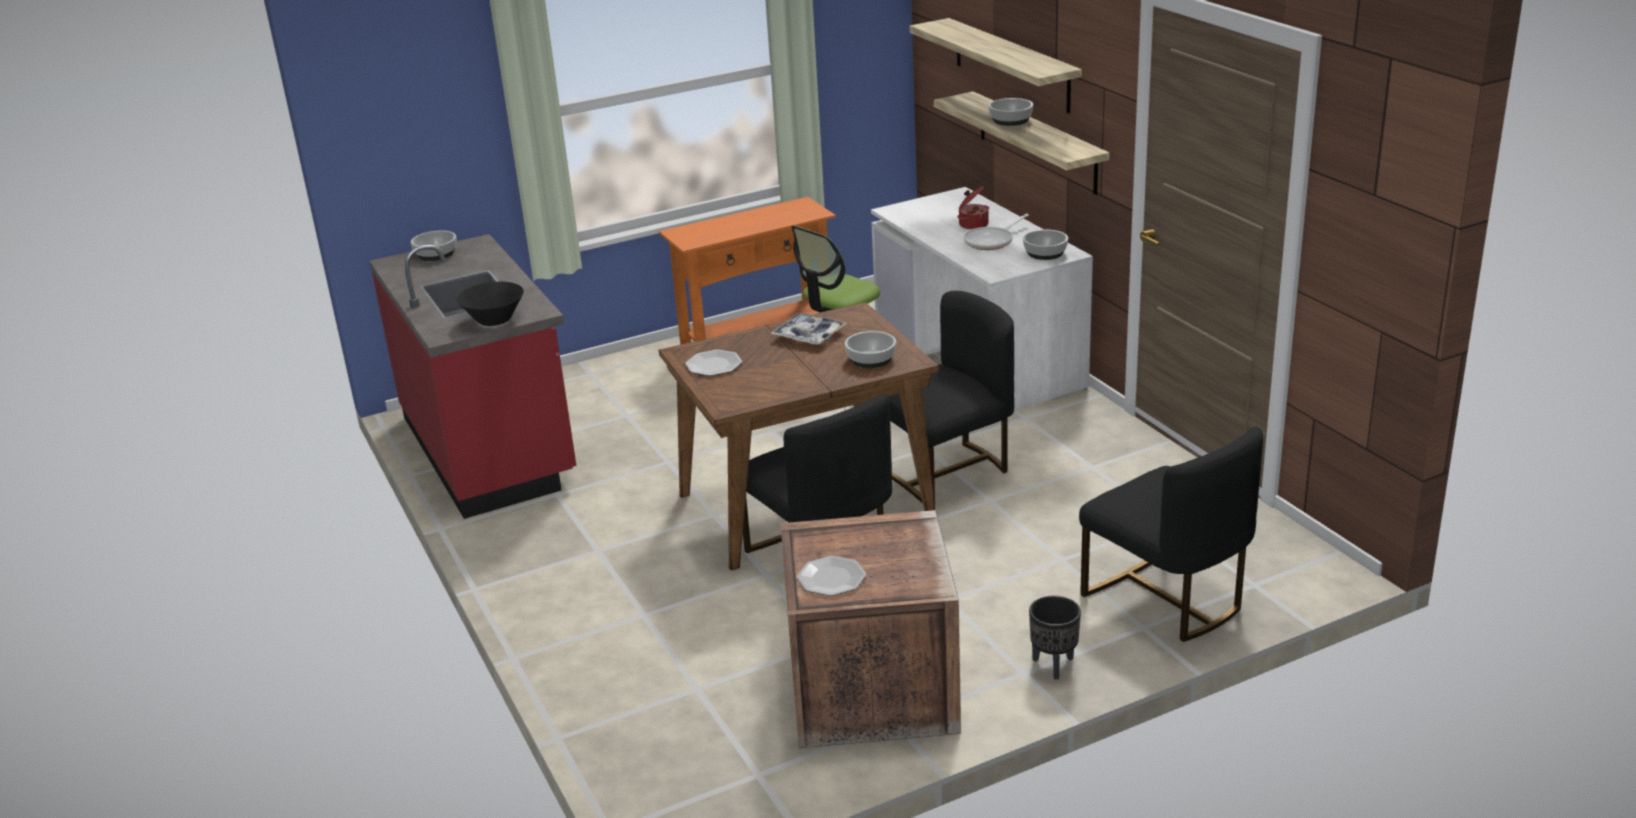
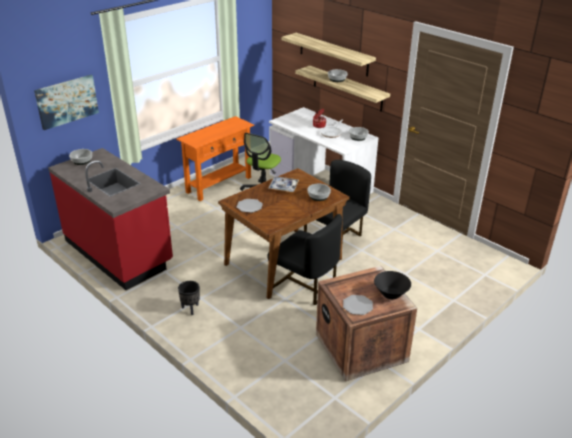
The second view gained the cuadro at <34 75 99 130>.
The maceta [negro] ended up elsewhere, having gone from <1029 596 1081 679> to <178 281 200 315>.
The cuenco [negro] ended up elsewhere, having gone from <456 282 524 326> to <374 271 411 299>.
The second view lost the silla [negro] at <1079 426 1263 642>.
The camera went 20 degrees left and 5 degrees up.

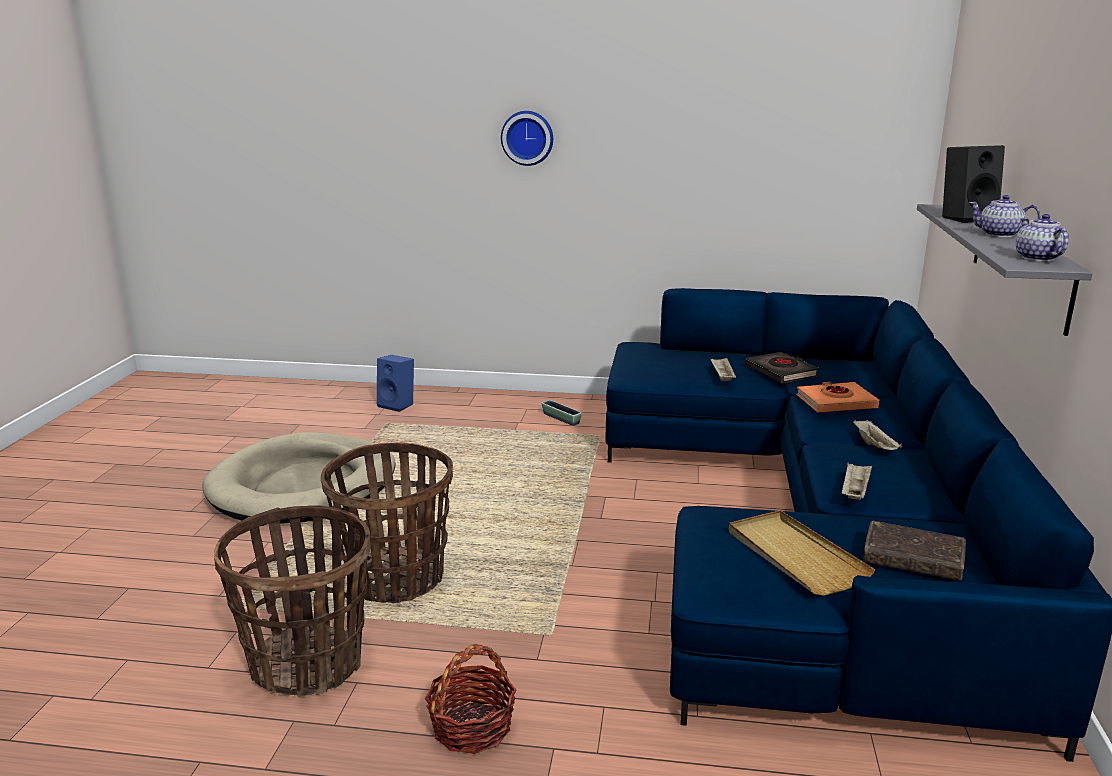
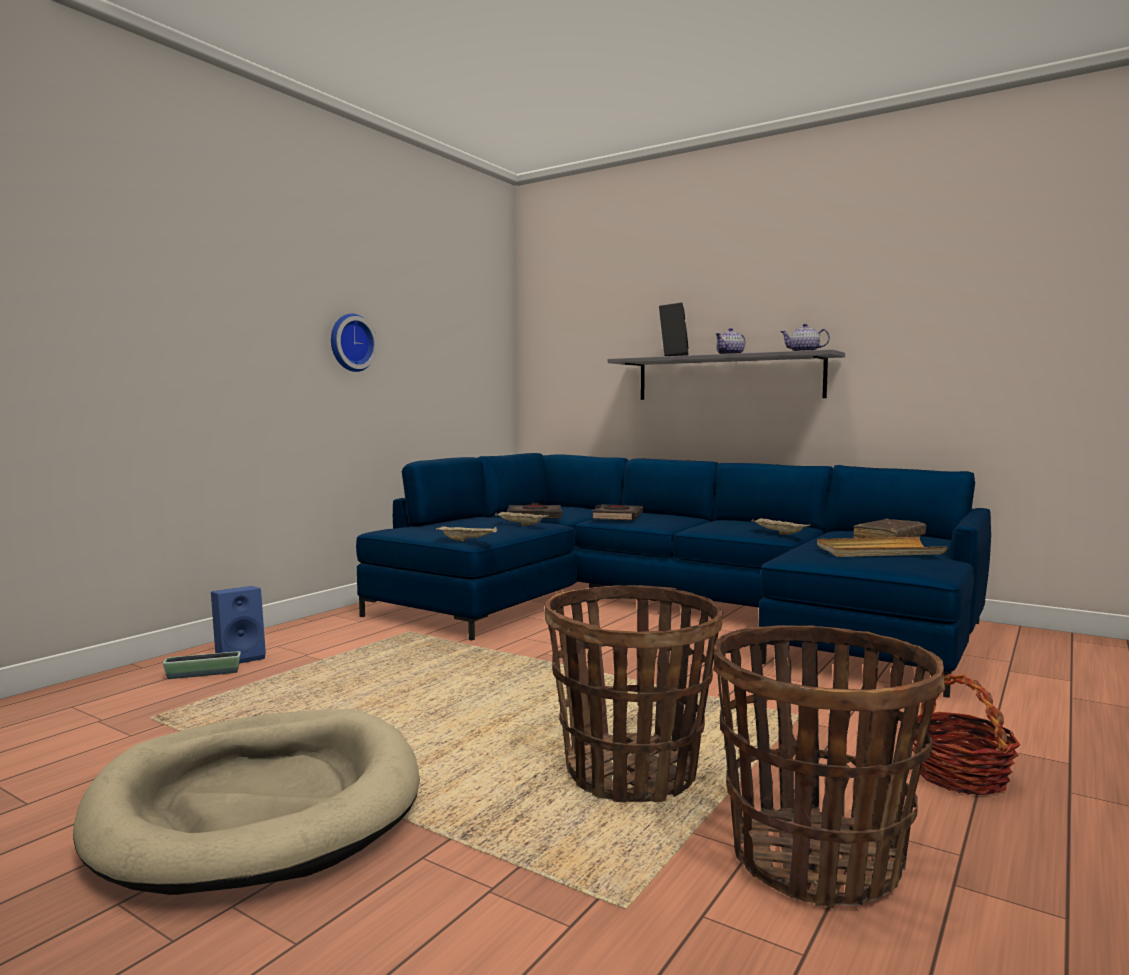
The maceta ended up elsewhere, having gone from <541 400 582 426> to <163 651 241 679>.
The altavoz [azul] ended up elsewhere, having gone from <377 355 414 412> to <211 586 266 664>.
The reloj de pared ended up elsewhere, having gone from <501 111 553 166> to <331 313 378 372>.
The bandeja [beis] ended up elsewhere, having gone from <853 420 902 450> to <436 526 498 541>.
What was the libro [naranja] at <796 382 879 413> turned into the libro [negro] at <591 504 643 520>.
The camera went 65 degrees left and 15 degrees down.

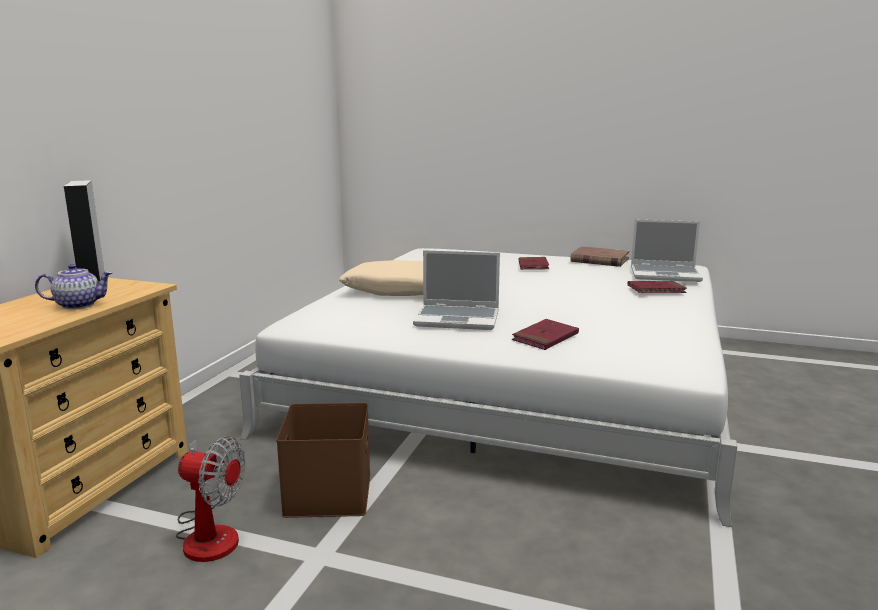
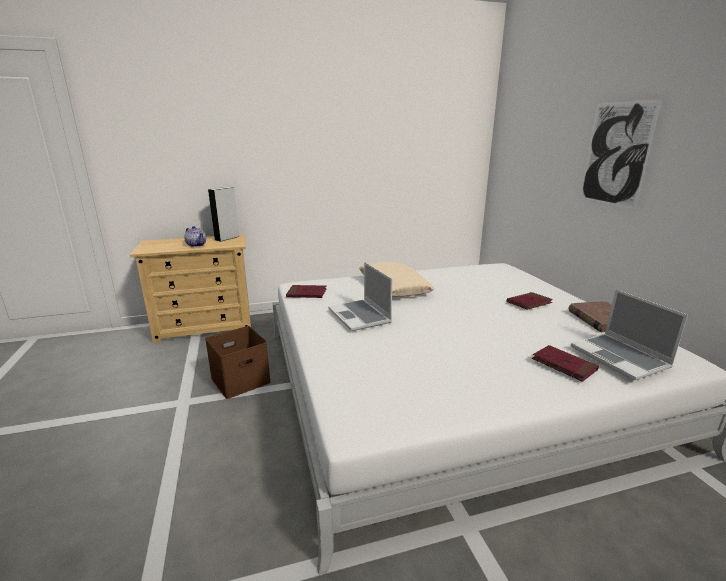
The libro [rojo] ended up elsewhere, having gone from <512 319 579 350> to <286 285 327 298>.
The second view gained the cuadro at <580 99 662 210>.
The second view lost the ventilador at <176 436 245 562>.
The camera went 55 degrees right and 5 degrees up.

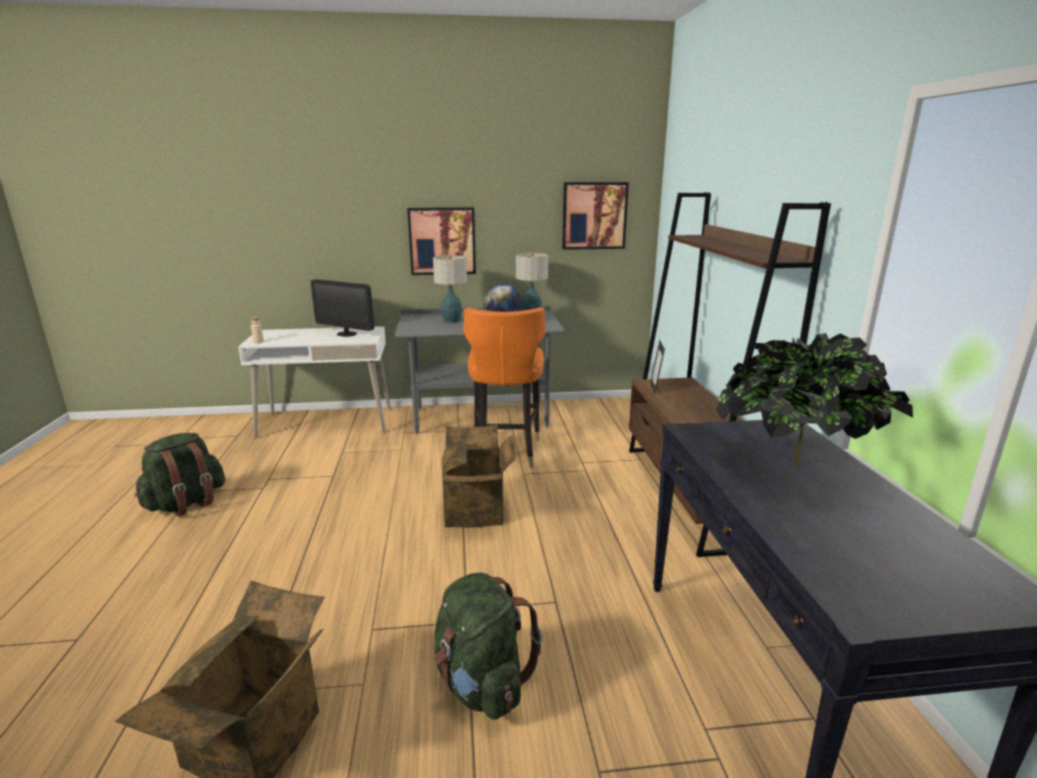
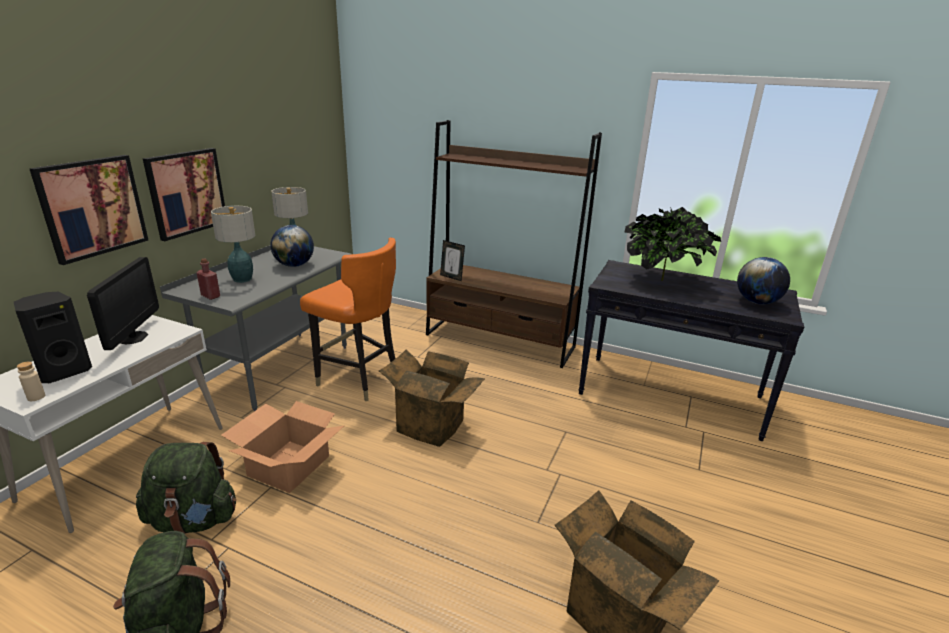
The second view gained the altavoz [negro] at <14 292 92 383>.
The cuadro ended up elsewhere, having gone from <562 182 629 250> to <29 155 148 265>.
The monitor at <311 279 374 337> ended up facing another way, 60 degrees counterclockwise from before.
The mochila [verde] ended up elsewhere, having gone from <433 573 543 720> to <136 442 236 533>.
The second view gained the botella [rojo] at <197 258 220 300>.
The second view gained the caja de cartón at <221 401 344 493>.
The second view gained the globo terráqueo at <737 257 790 304>.
The camera went 60 degrees left and 5 degrees up.

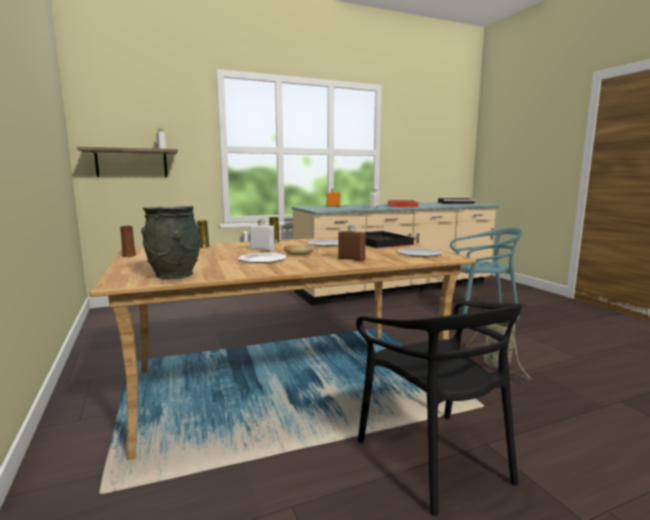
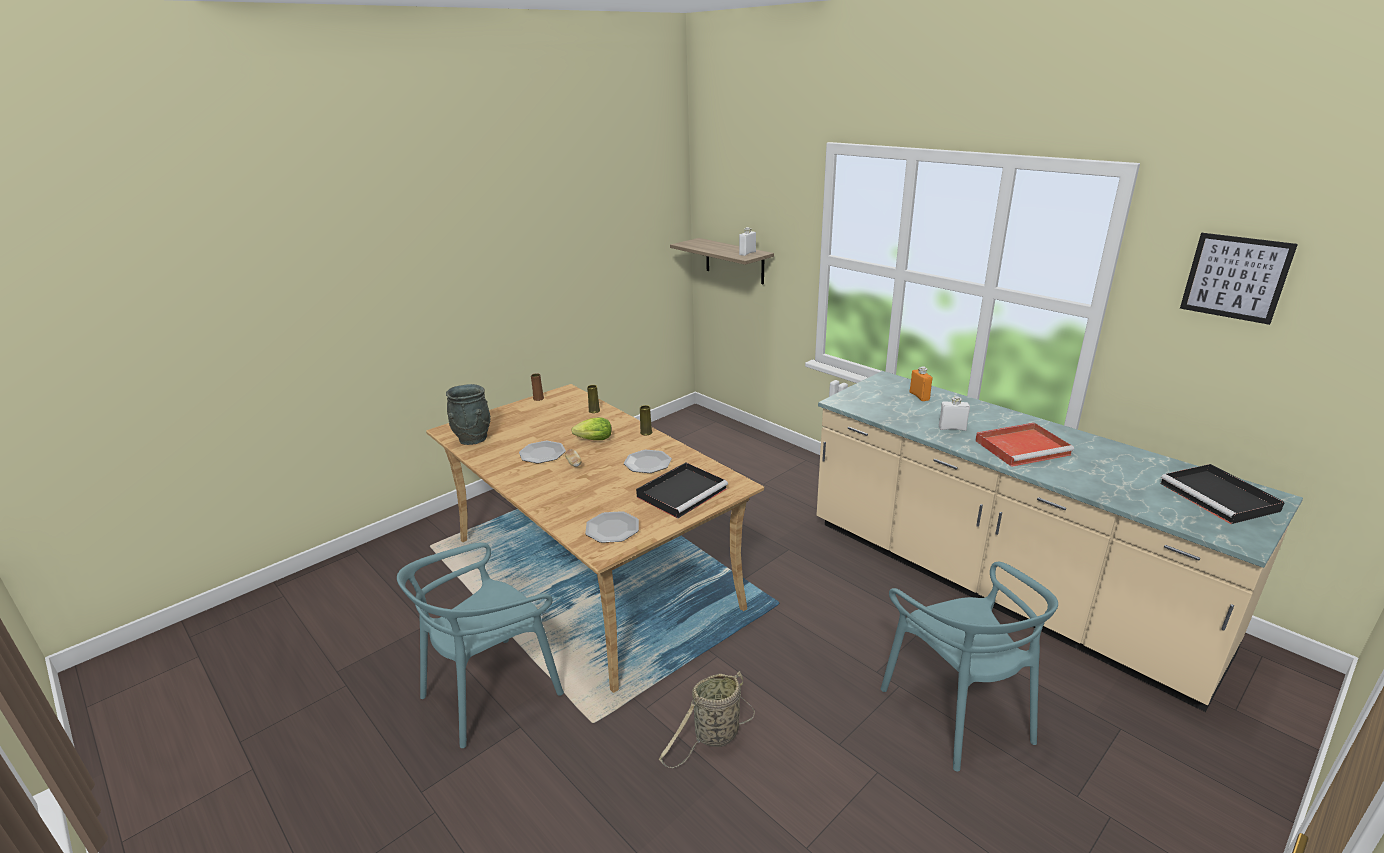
What was the silla [negro] at <356 301 522 516> turned into the silla [turquesa] at <397 542 564 748>.
Where the botella [blanco] stood at <250 219 275 251>, the lechuga came to stand at <571 417 612 440>.
The second view gained the cuadro at <1180 233 1298 325>.
The second view lost the botella [marrón] at <338 224 366 261>.
The camera went 70 degrees right and 15 degrees up.

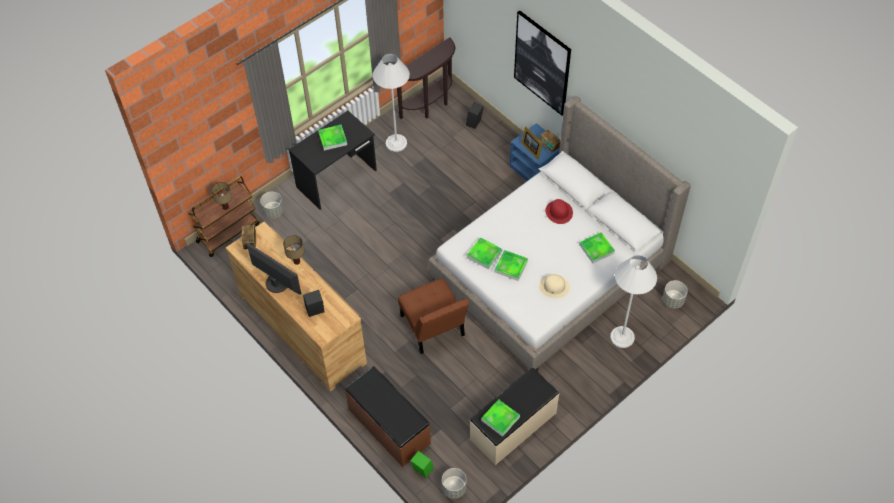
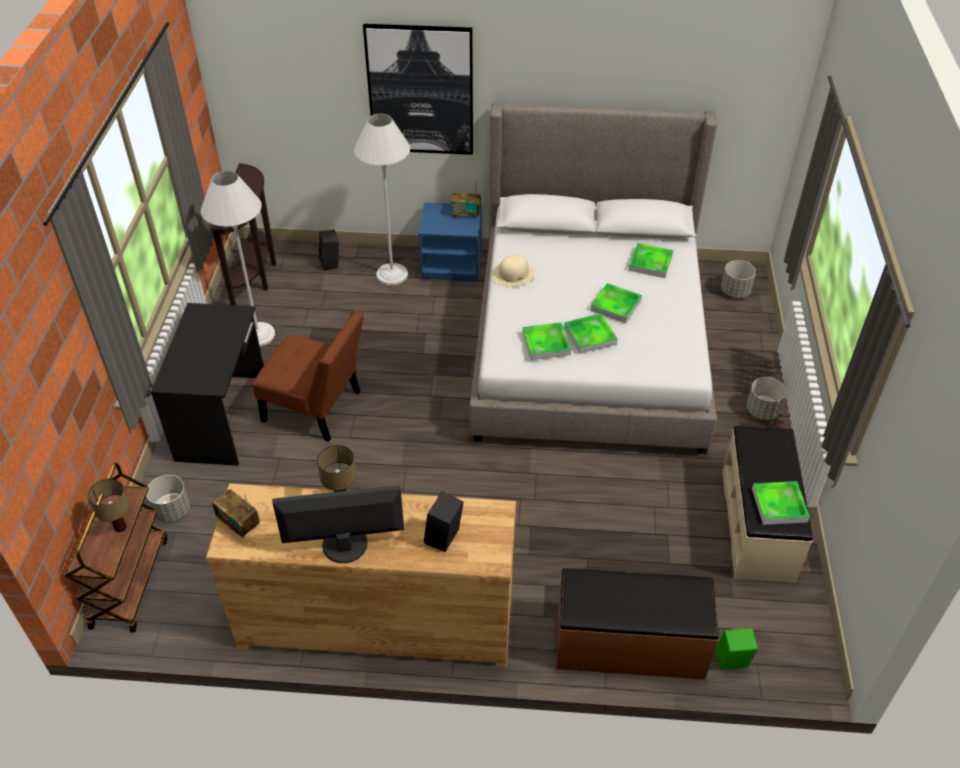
The silla [marrón] ended up elsewhere, having gone from <398 278 469 354> to <253 310 364 442>.
The lámpara de pie [blanco] ended up elsewhere, having gone from <610 255 657 348> to <354 114 410 285>.
The sombrero [beis] ended up elsewhere, having gone from <539 274 570 298> to <492 254 535 287>.
The bandeja ended up elsewhere, having gone from <318 125 347 151> to <590 283 642 323>.
The maceta [gris] ended up elsewhere, having gone from <442 468 466 499> to <747 377 786 420>.
The second view lost the portarretratos at <521 126 543 159>.
The second view lost the sombrero [rojo] at <545 199 573 224>.
The camera went 45 degrees left and 10 degrees down.

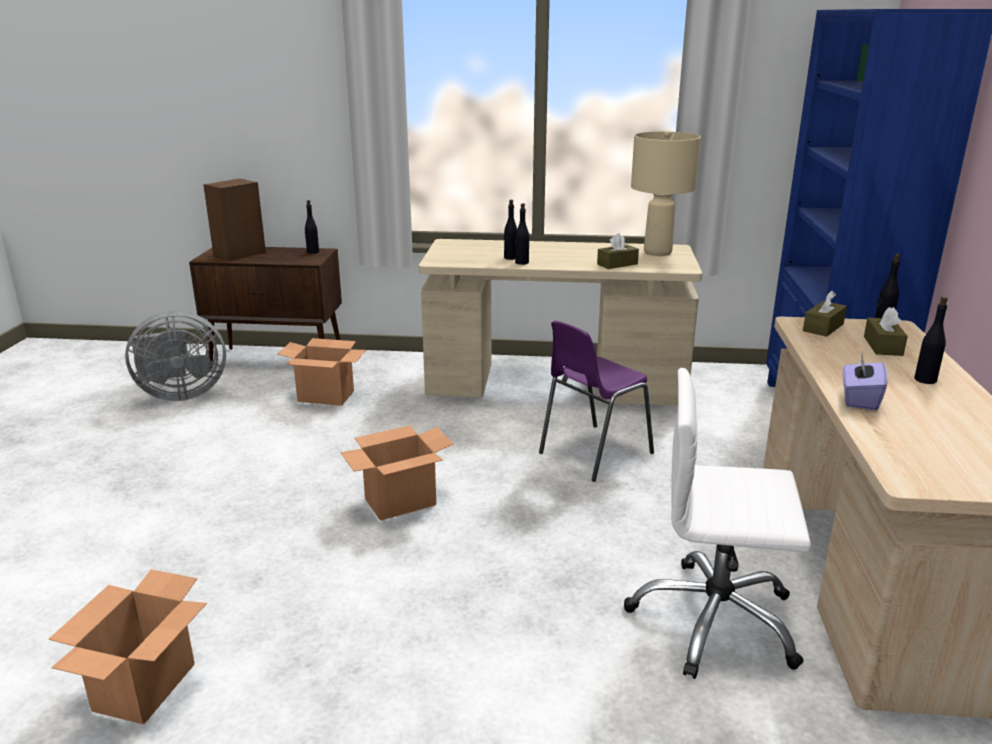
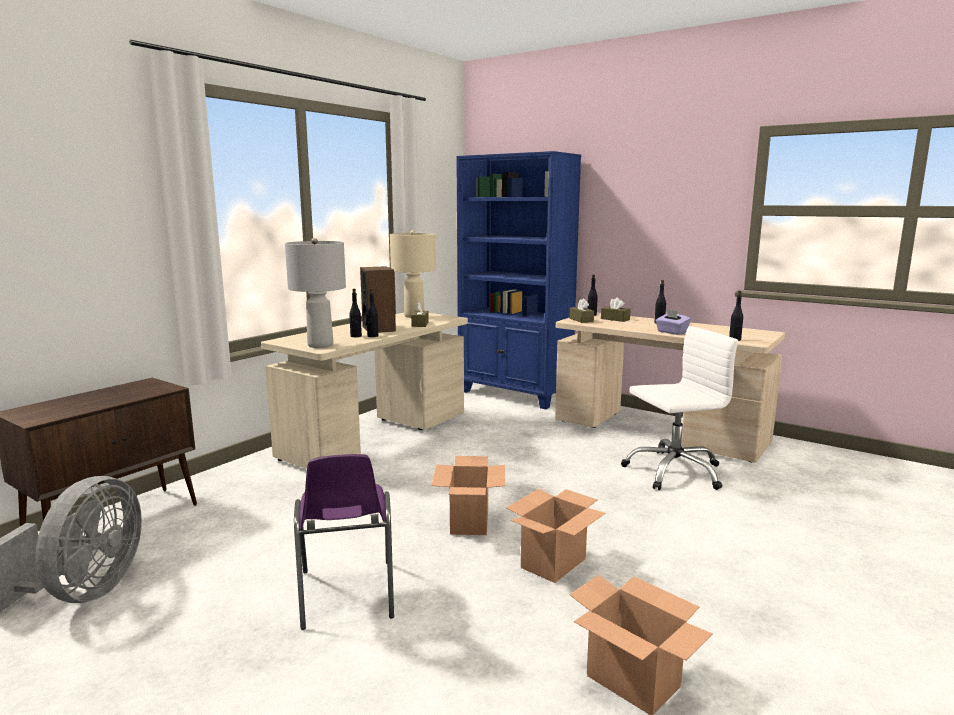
The second view gained the lámpara de mesa [gris] at <285 238 346 348>.
The silla [morado] ended up elsewhere, having gone from <539 321 654 482> to <294 454 394 630>.
The altavoz ended up elsewhere, having gone from <203 179 266 261> to <360 266 396 333>.
The caja de cartón ended up elsewhere, having gone from <277 338 366 406> to <506 489 605 583>.
The silla de oficina [blanco] at <624 368 811 679> ended up facing another way, 150 degrees counterclockwise from before.
The botella [negro] ended up elsewhere, having gone from <305 200 319 254> to <729 291 743 341>.
The camera went 60 degrees left and 10 degrees down.

